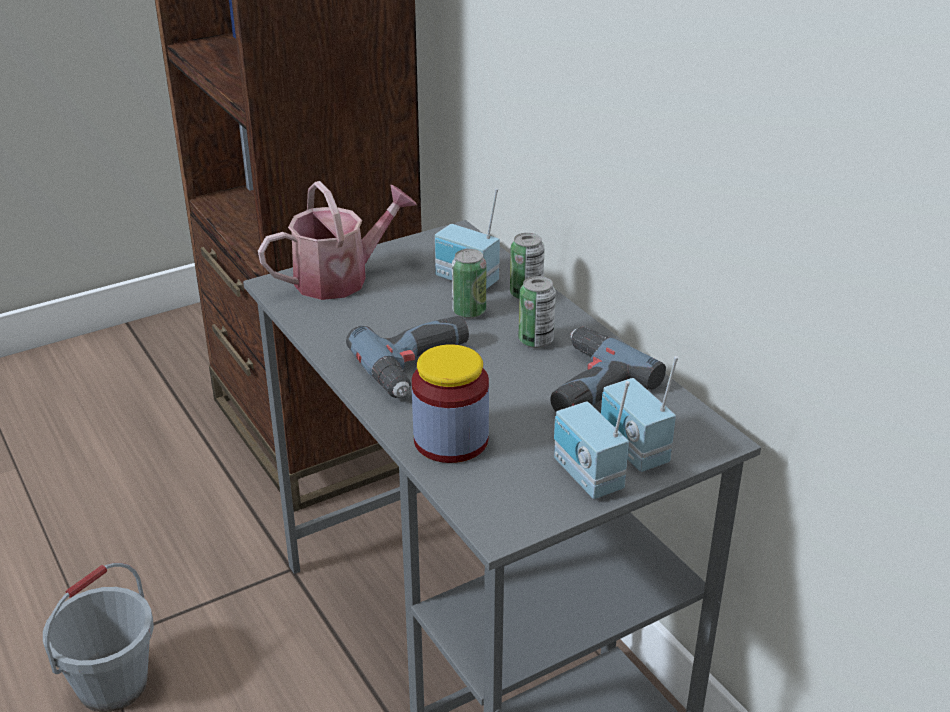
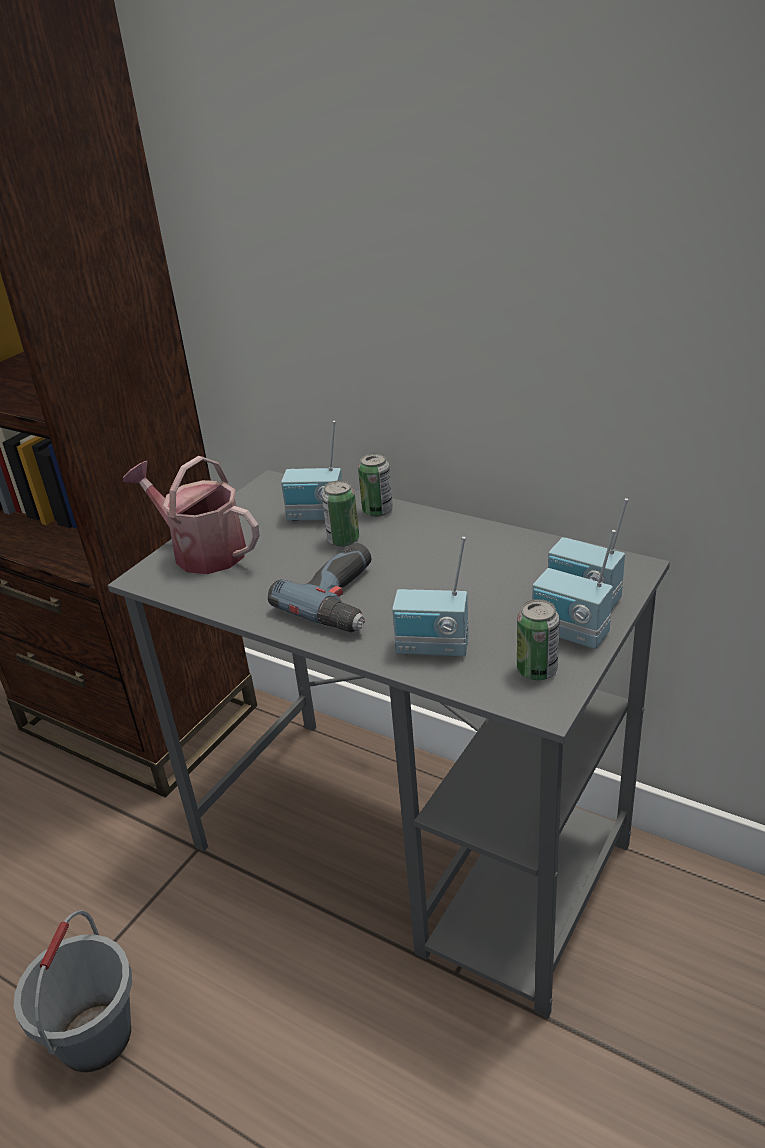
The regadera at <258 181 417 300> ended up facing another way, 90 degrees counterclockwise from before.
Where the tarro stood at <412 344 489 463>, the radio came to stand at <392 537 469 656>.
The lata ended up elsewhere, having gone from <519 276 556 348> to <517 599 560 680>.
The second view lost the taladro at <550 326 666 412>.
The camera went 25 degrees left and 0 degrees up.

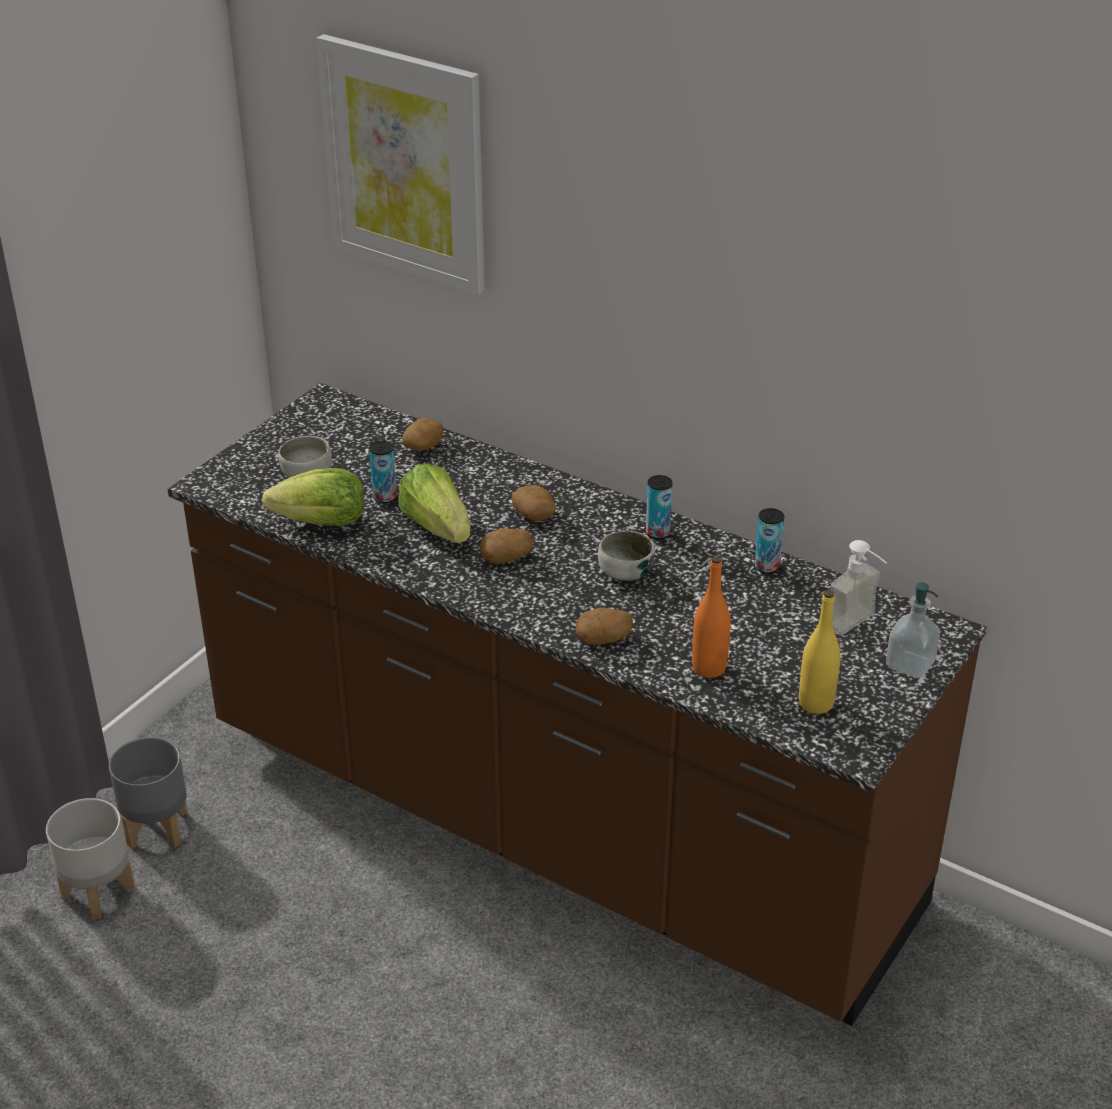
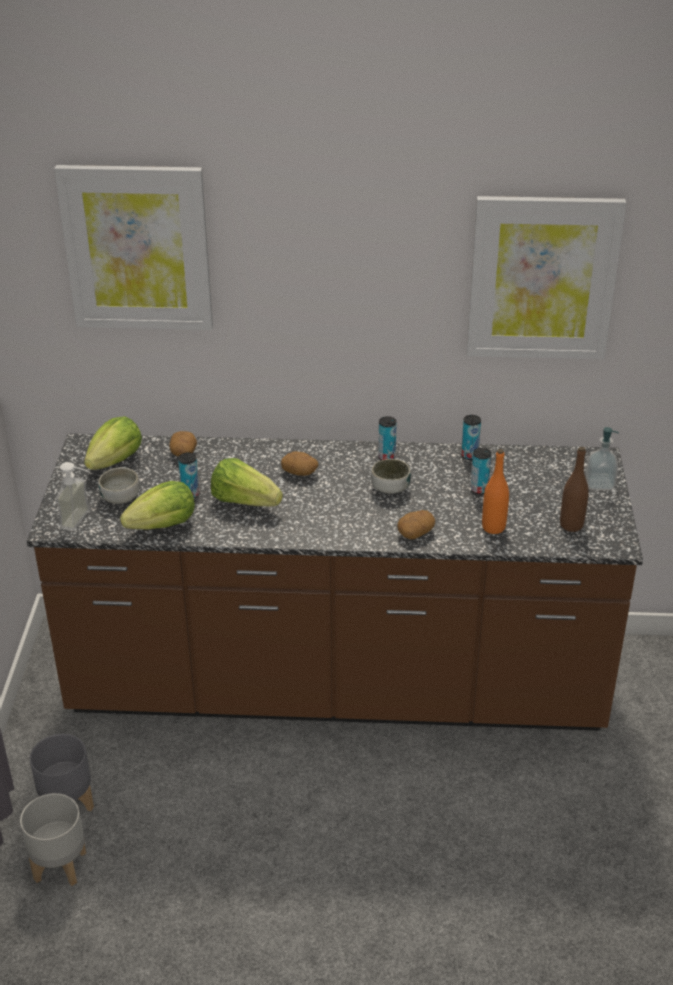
The dispensador de jabón ended up elsewhere, having gone from <830 540 887 635> to <56 462 90 531>.
The second view gained the lechuga at <84 416 142 470>.
The second view gained the cuadro at <467 196 626 359>.
The second view gained the lata at <471 448 491 494>.
What was the botella [amarillo] at <799 590 840 714> turned into the botella [marrón] at <560 447 589 532>.
The second view lost the patata at <480 528 533 564>.
The camera went 30 degrees left and 0 degrees up.

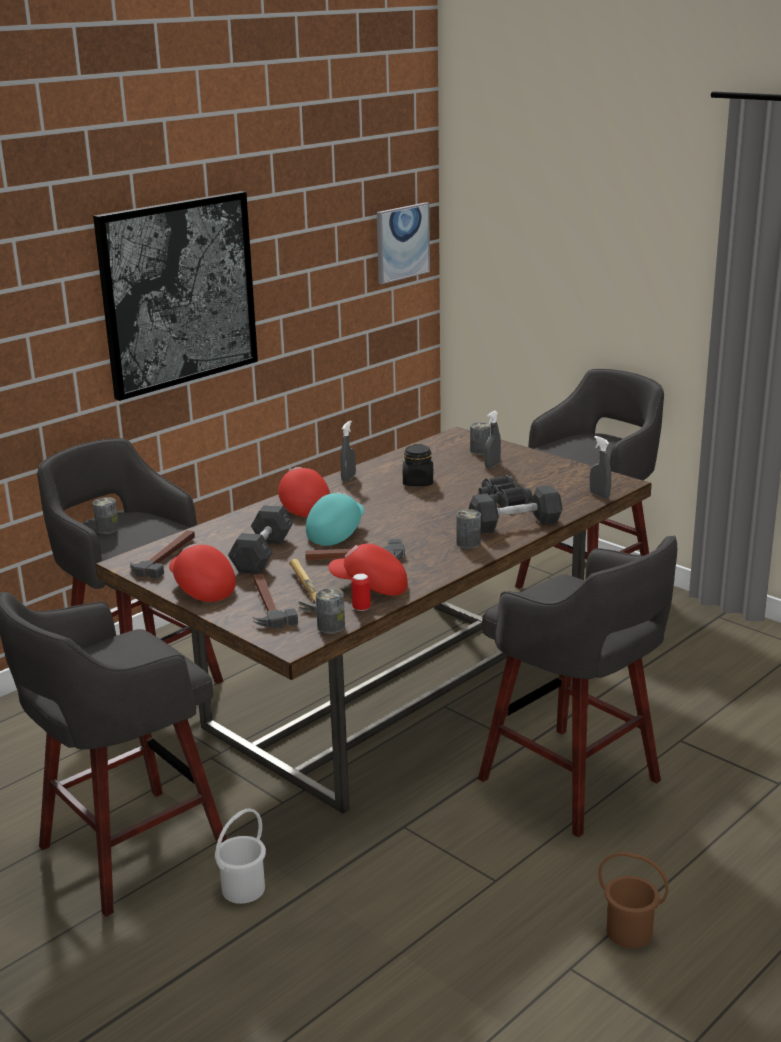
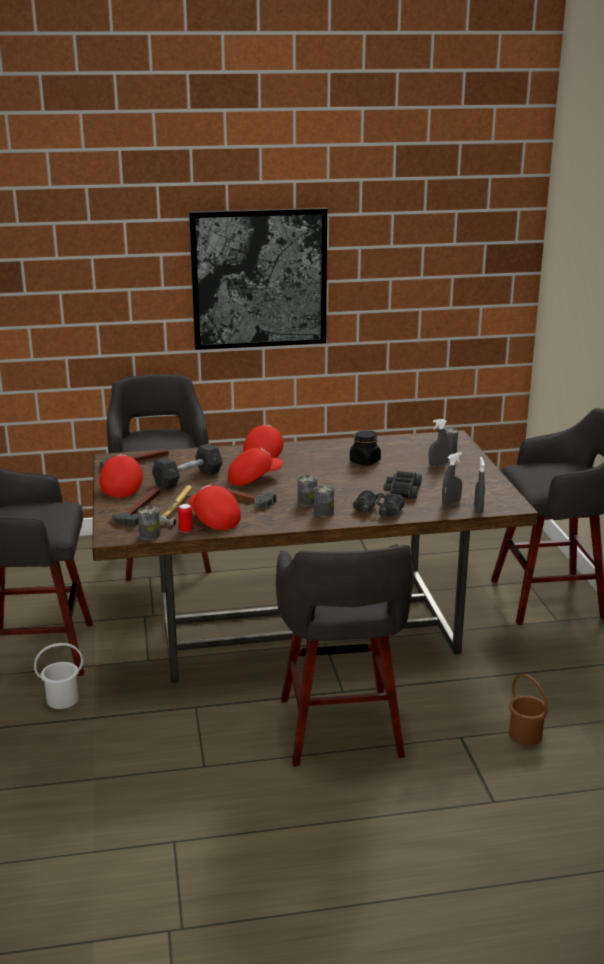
What was the gorra [turquesa] at <306 492 364 546> turned into the gorra [rojo] at <228 448 283 486>.
The lata ended up elsewhere, having gone from <93 497 119 534> to <298 475 317 507>.
Where the mancuerna [gris] stood at <469 485 563 534>, the prismáticos [negro] came to stand at <353 490 405 517>.
The pulverizador [gris] ended up elsewhere, having gone from <340 421 356 481> to <442 452 462 505>.
The cubo [marrón] ended up elsewhere, having gone from <598 852 668 948> to <509 674 548 746>.
The second view lost the cuadro at <377 202 430 284>.
The camera went 35 degrees right and 0 degrees up.

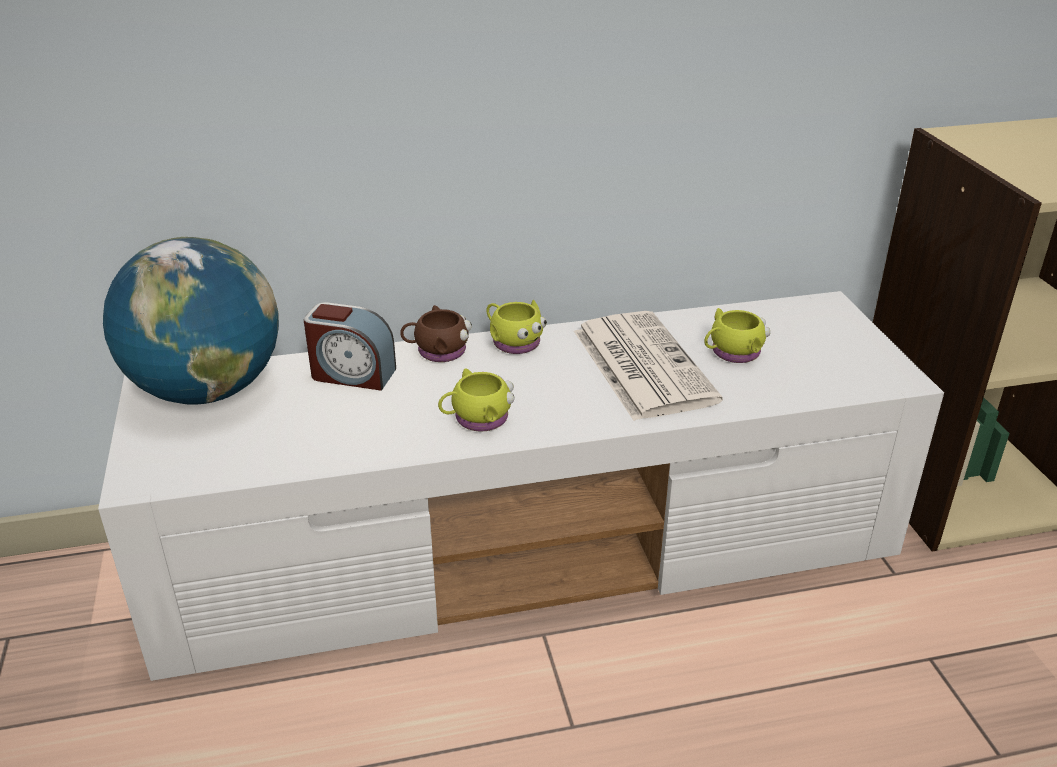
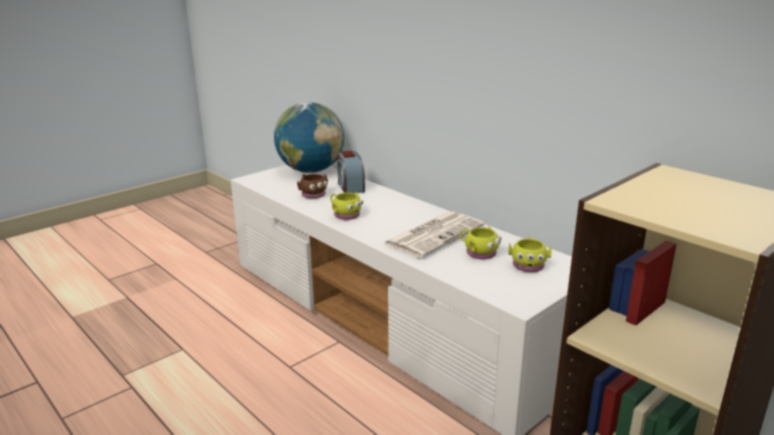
The taza grande [marrón] ended up elsewhere, having gone from <400 305 472 362> to <297 174 328 199>.
The taza grande [amarillo] ended up elsewhere, having gone from <486 300 547 354> to <508 237 552 272>.
The camera went 60 degrees right and 10 degrees down.

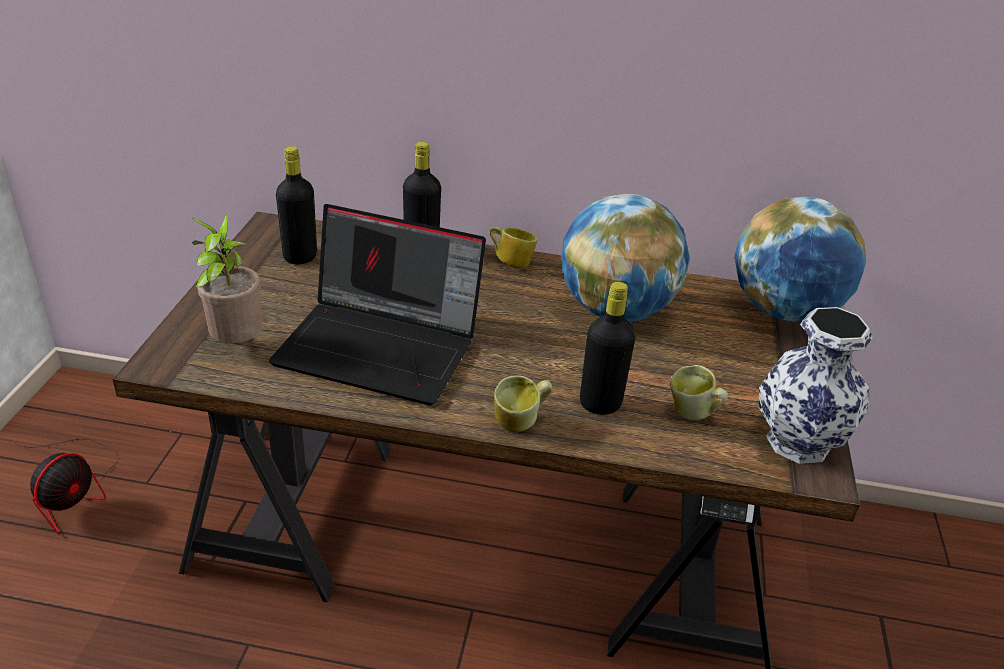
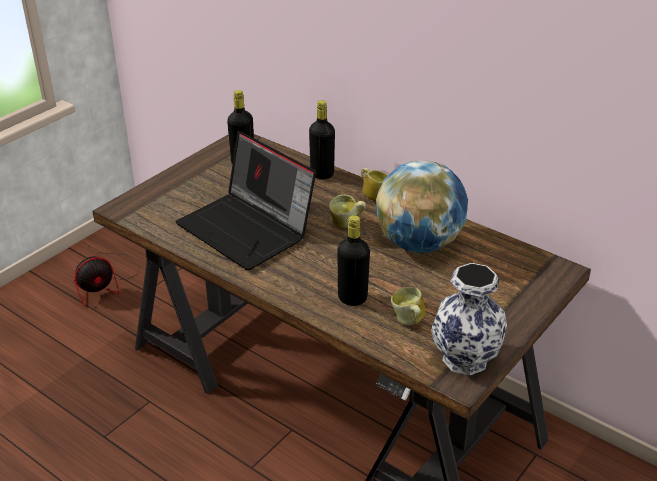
The taza grande ended up elsewhere, having gone from <494 375 552 432> to <329 195 366 228>.
The second view lost the planta en maceta at <192 213 262 344>.
The second view lost the globo terráqueo at <734 197 866 322>.
The camera went 30 degrees right and 0 degrees up.

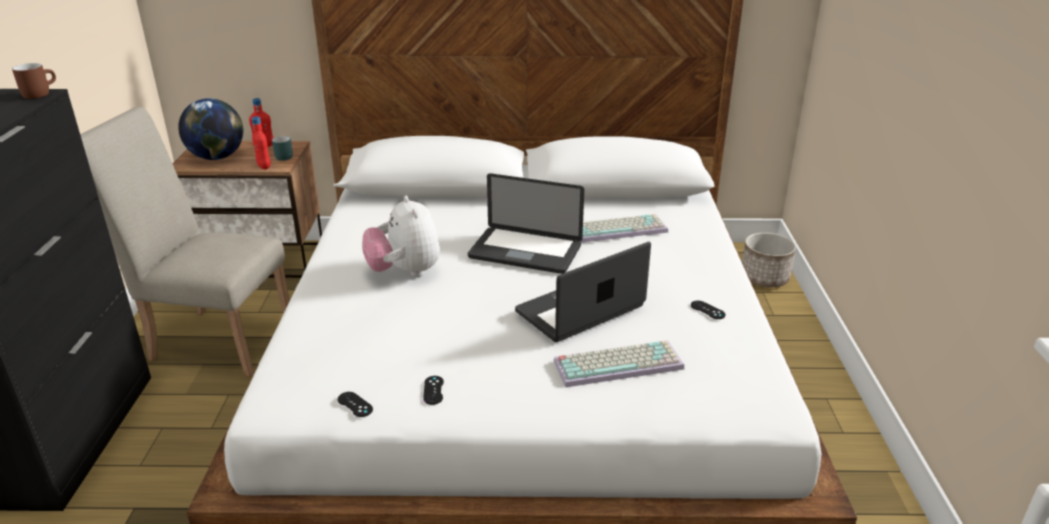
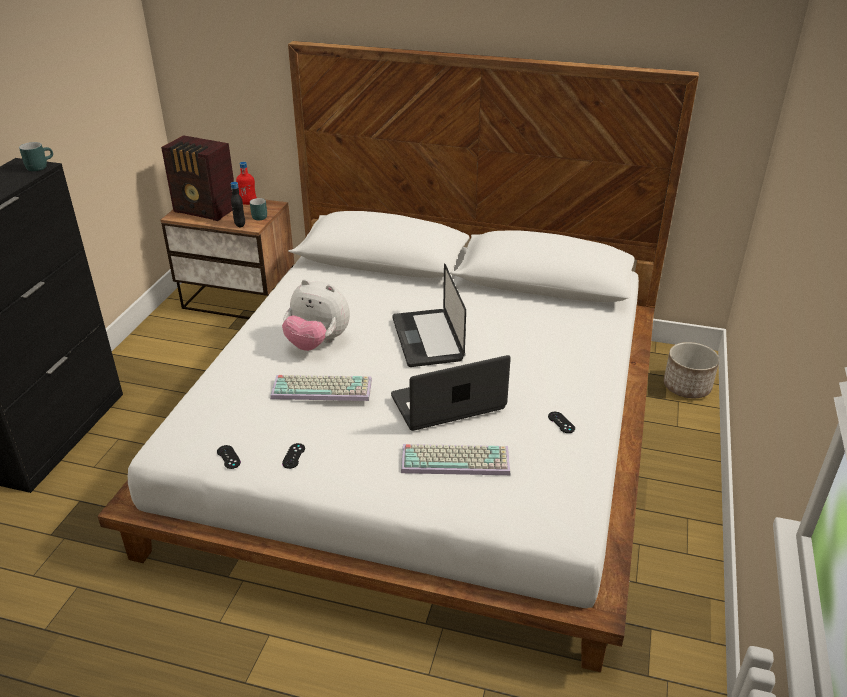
What was the taza grande [marrón] at <12 63 56 99> turned into the taza grande [turquesa] at <19 142 53 171>.
Where the globo terráqueo stood at <178 98 243 160>, the radio came to stand at <161 135 234 221>.
What was the botella [rojo] at <252 117 271 169> turned into the botella [negro] at <231 182 245 228>.
The teclado ended up elsewhere, having gone from <580 214 668 243> to <270 375 372 401>.
The peluche at <362 196 440 277> ended up facing another way, 60 degrees counterclockwise from before.
The portátil at <468 173 584 274> ended up facing another way, 45 degrees clockwise from before.
The second view lost the silla [beis] at <80 107 290 377>.
The camera went 15 degrees right and 5 degrees up.

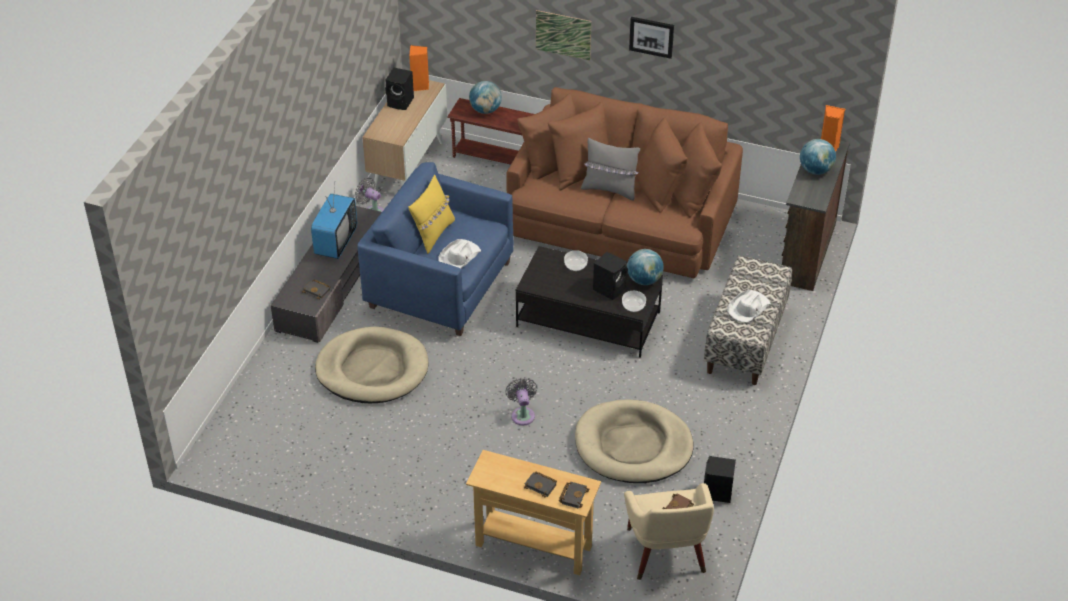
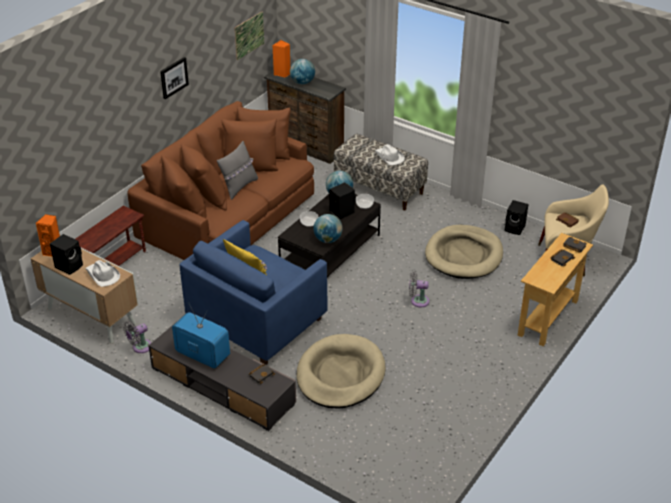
The sombrero [blanco] ended up elsewhere, having gone from <438 239 481 268> to <86 260 120 287>.
The cuadro ended up elsewhere, having gone from <536 10 591 60> to <235 11 264 60>.
The globo terráqueo ended up elsewhere, having gone from <469 81 502 114> to <313 214 343 243>.
The camera went 75 degrees left and 5 degrees down.

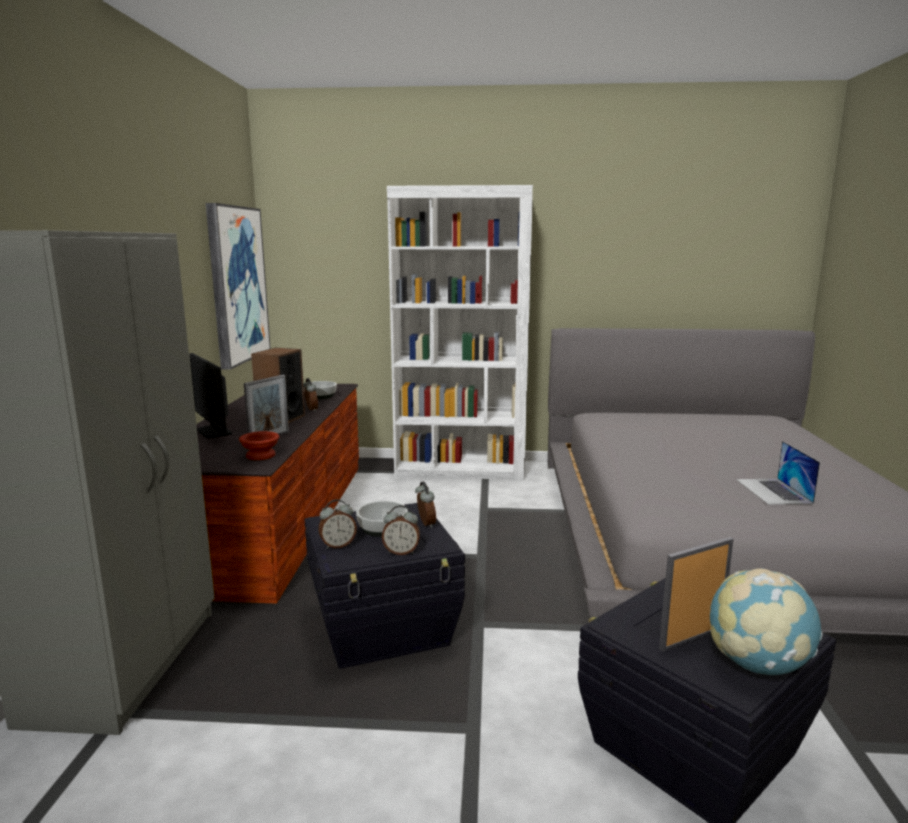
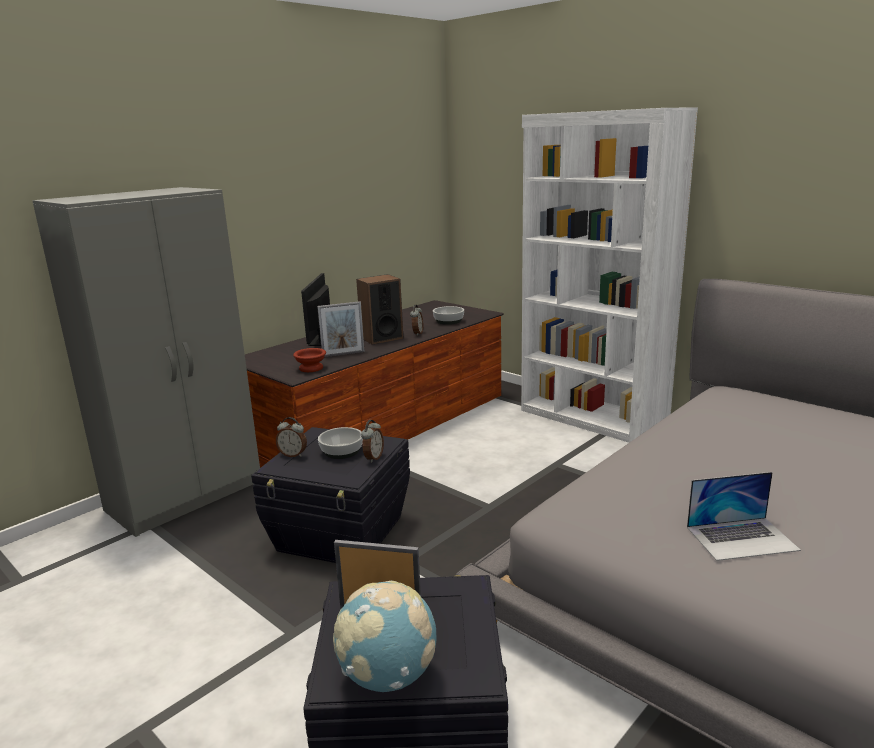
The portátil at <736 441 820 505> ended up facing another way, 135 degrees counterclockwise from before.
The second view lost the cuadro at <206 203 271 370>.
The second view lost the despertador at <382 505 420 555>.
The camera went 40 degrees right and 5 degrees up.

